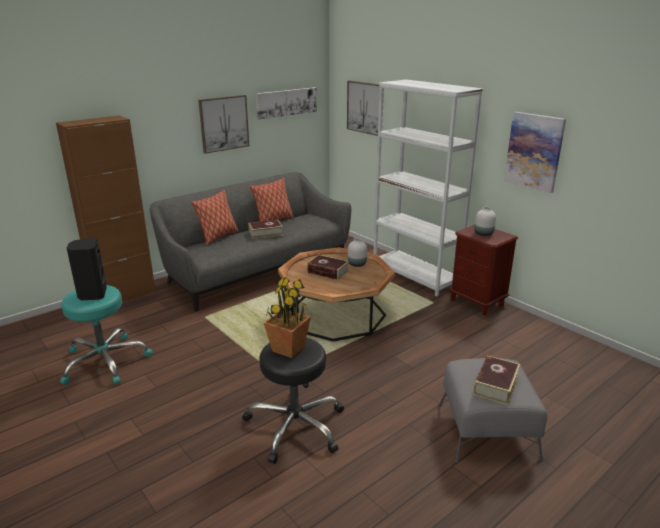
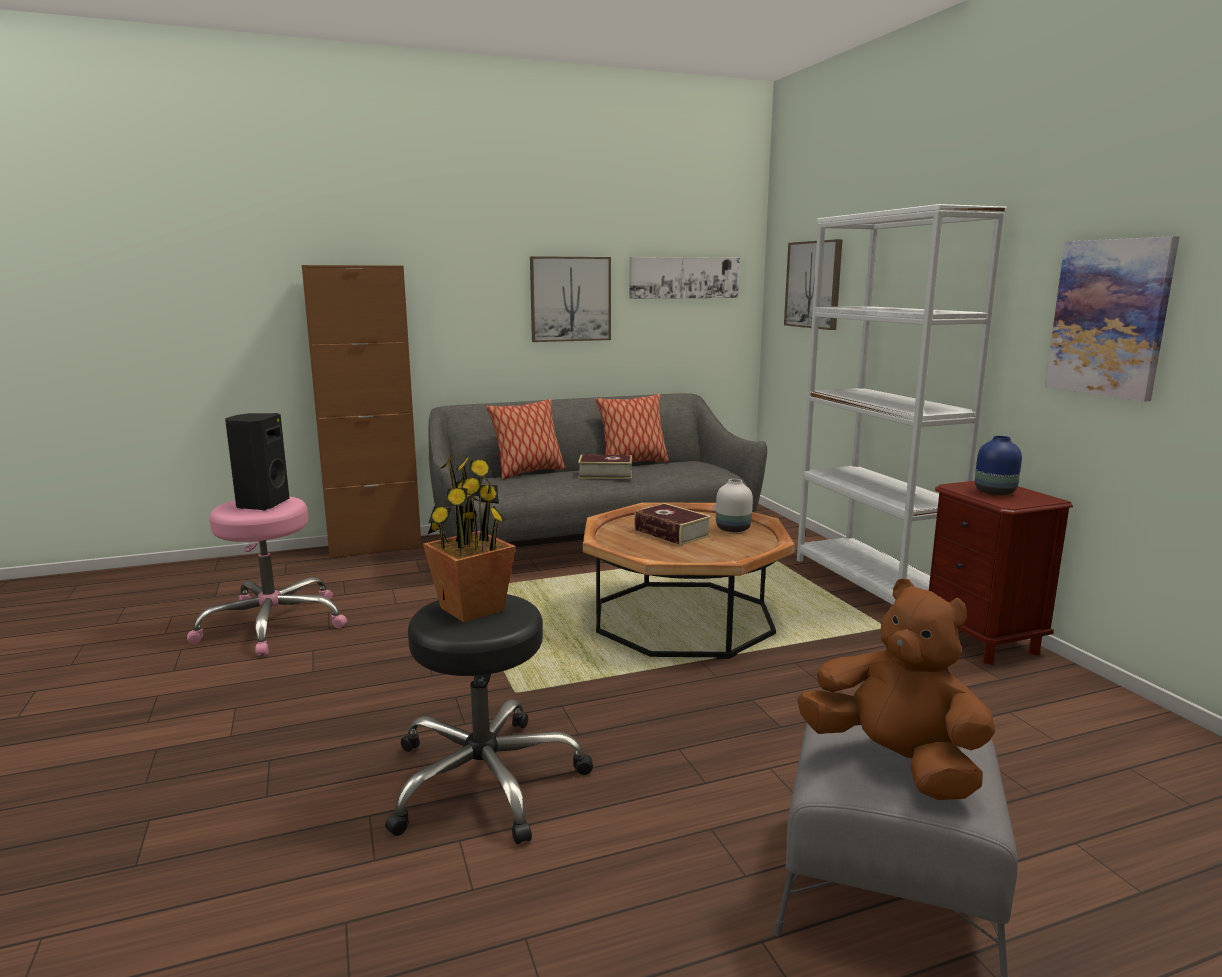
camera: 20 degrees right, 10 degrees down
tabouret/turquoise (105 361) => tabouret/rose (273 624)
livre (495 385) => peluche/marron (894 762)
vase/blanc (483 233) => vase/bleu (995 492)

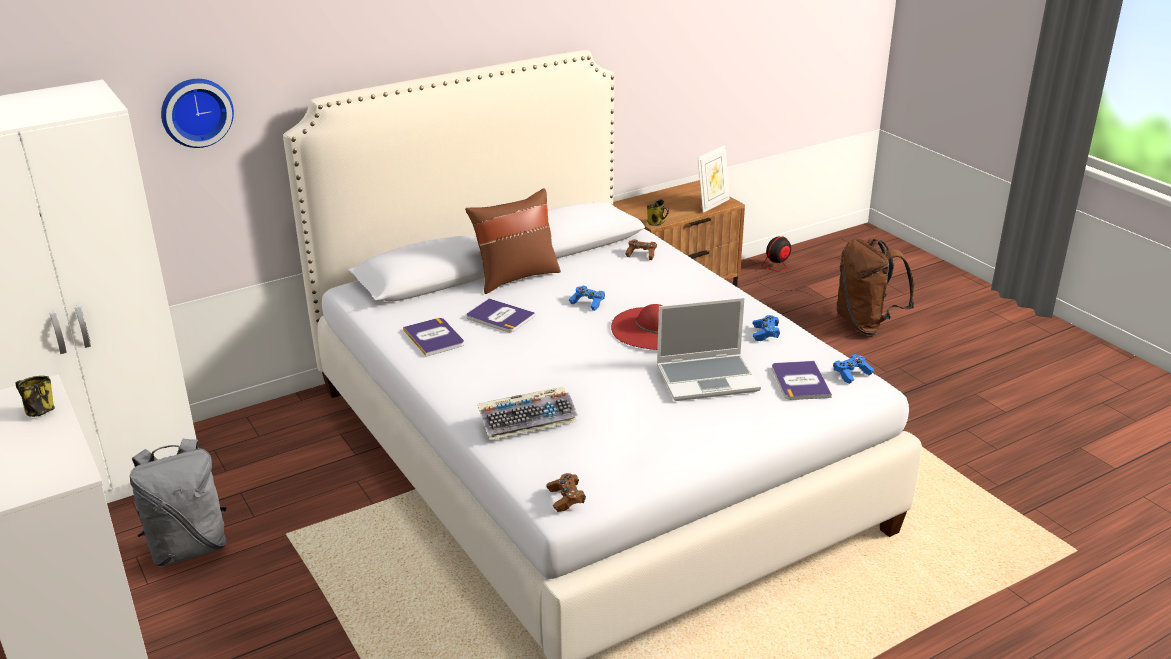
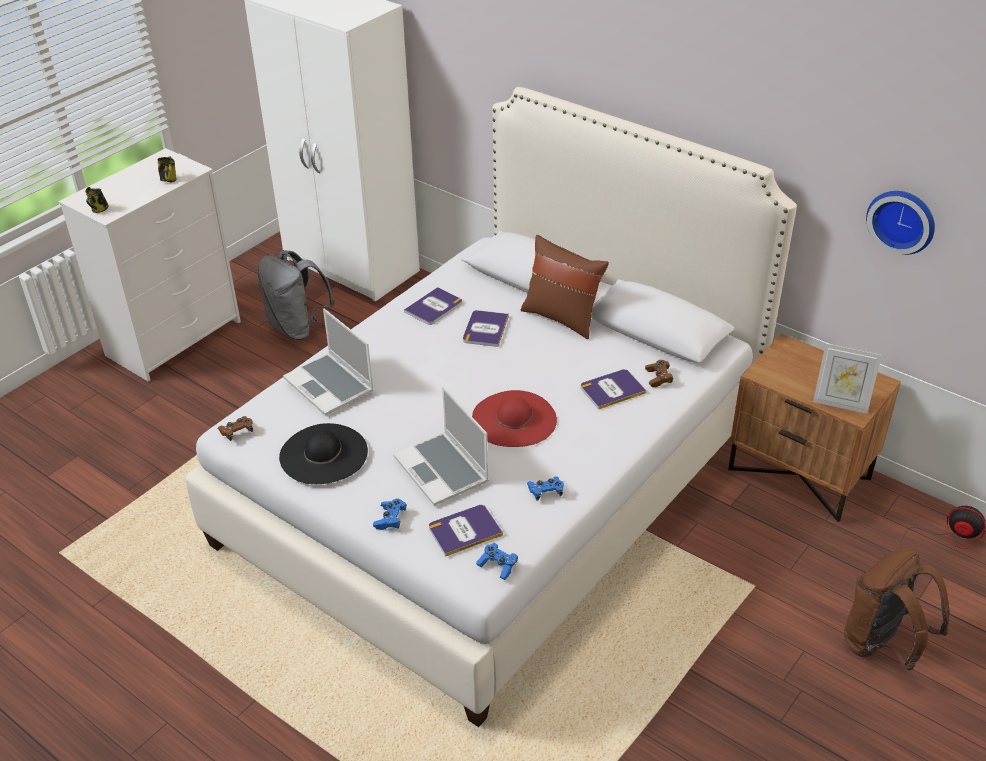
camera: 70 degrees right, 10 degrees up
mug (656 223) => mug (99 210), move
nothing => chapeau/noir (324 454)
clavier (528 419) => ordinateur portable (330 385)
manette/bleu (587 303) => manette/bleu (390 519), move
nothing => livre (612 389)
horloge murale (196 111) => horloge murale (902 220), move

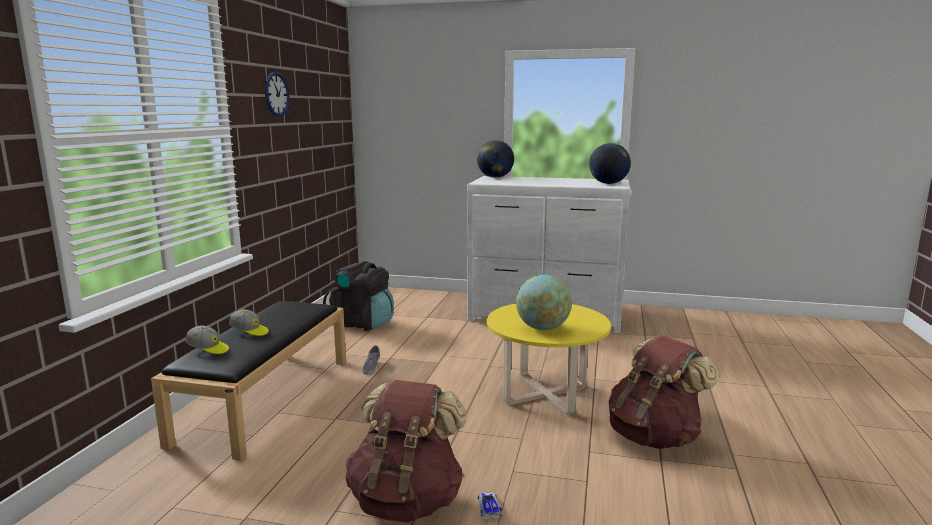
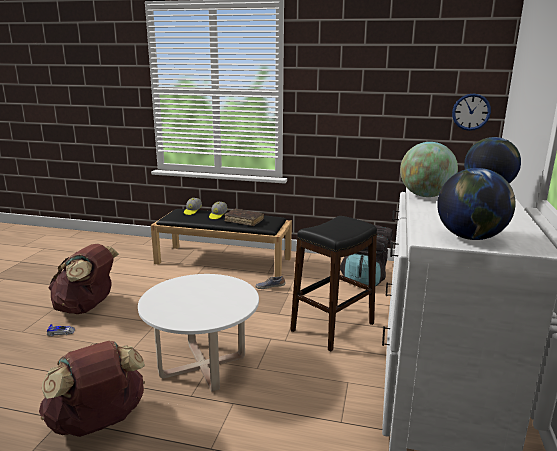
camera: 90 degrees right, 5 degrees up
table basse/jaune (545 395) => table basse/blanc (202 366)
nothing => livre/marron (244 221)
nothing => tabouret/noir (332 327)
globe (542 328) => globe (425 196), move
horloge murale (276 94) => horloge murale (471 112), move

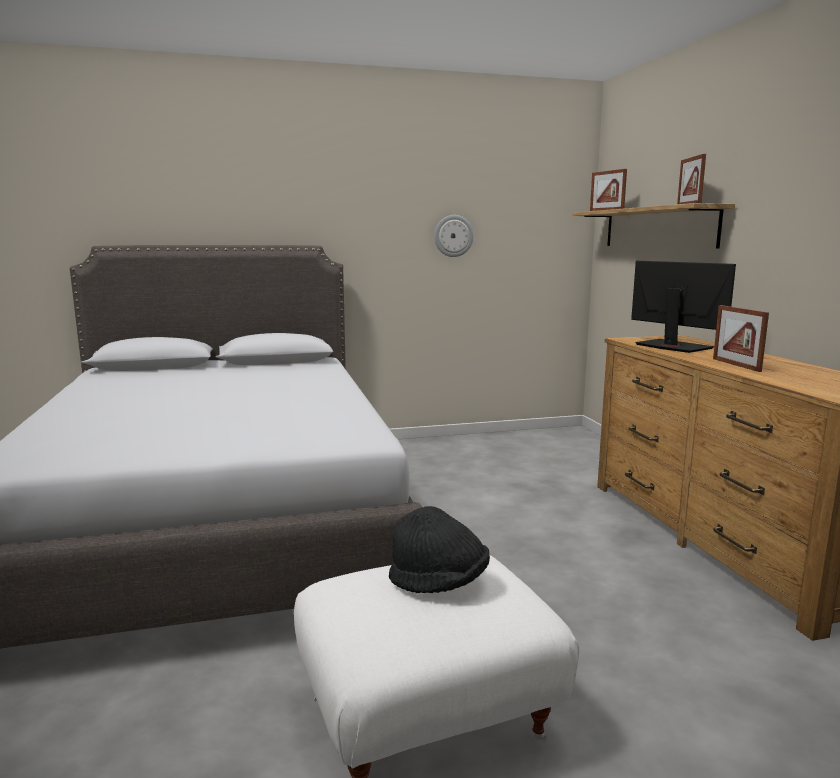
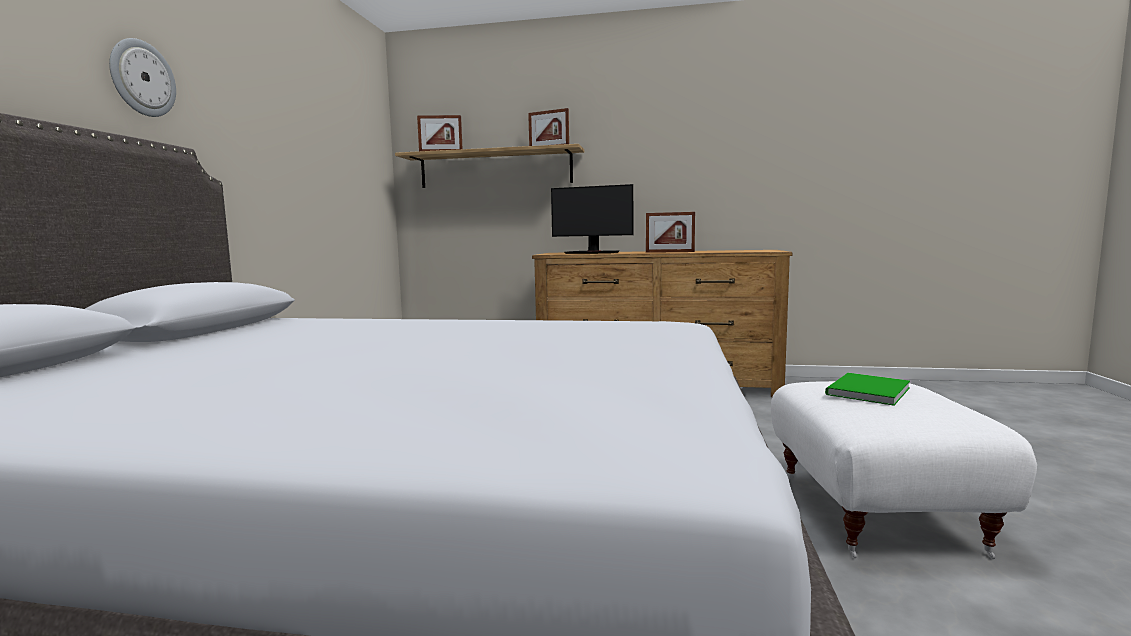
camera: 65 degrees left, 5 degrees down
horloge murale (453 236) => horloge murale (142 78), move
écran d'ordinateur (672 346) => écran d'ordinateur (592 253), 150 degrees counterclockwise
chapeau/noir (439 583) => livre/vert (865 391)

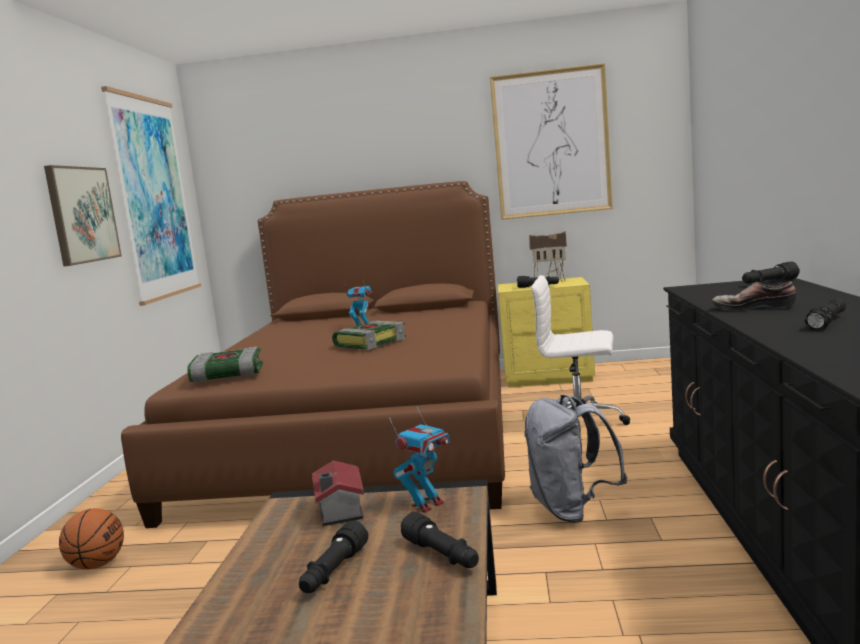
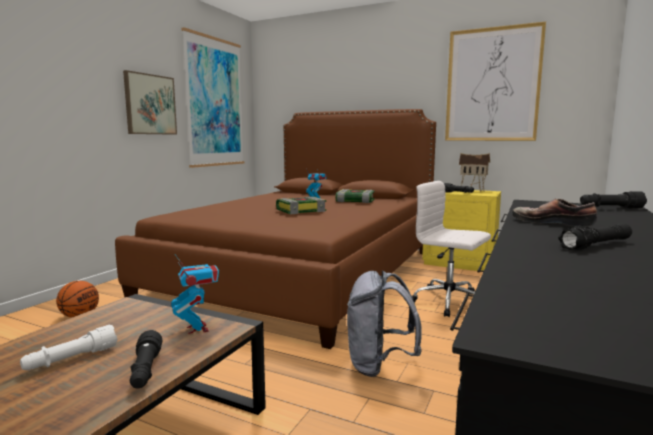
camera: 20 degrees right, 0 degrees up
lampe de poche/noir (333 572) => lampe de poche/blanc (71 359)
robot jouet (427 505) => robot jouet (197 328), 90 degrees counterclockwise
livre (226 375) => livre (354 201), move
maison miniature (338 511) => nothing

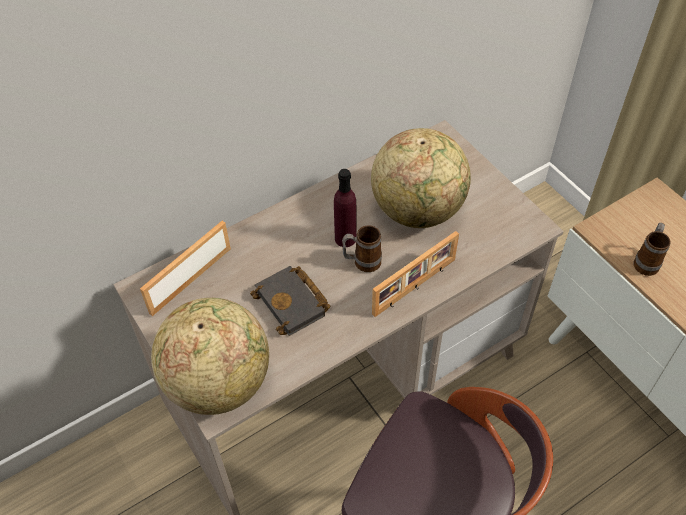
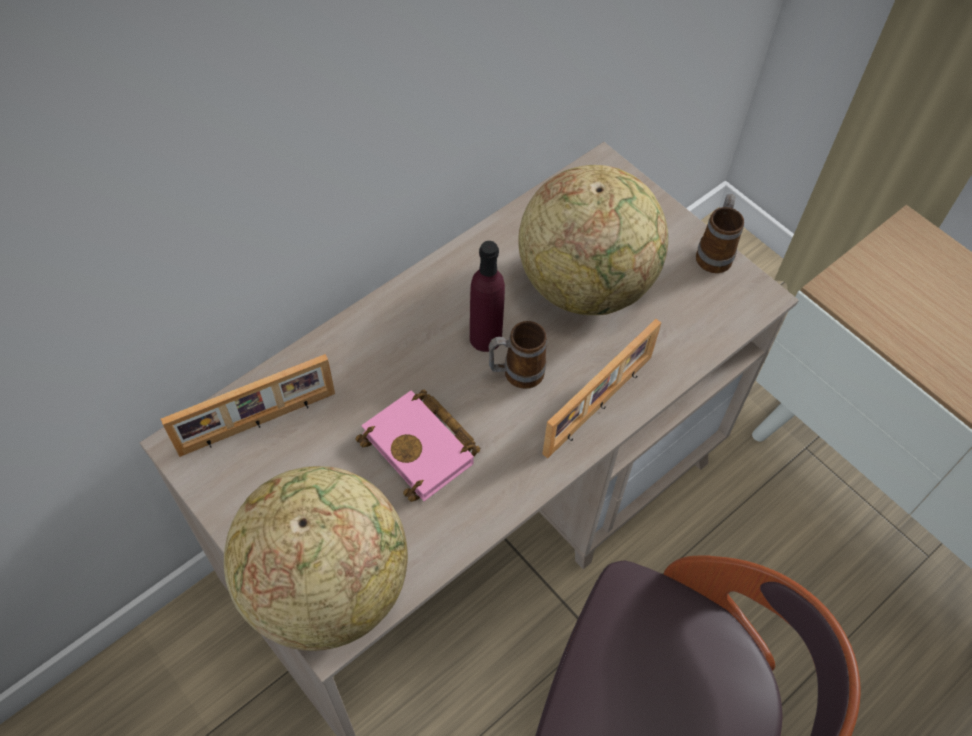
camera: 10 degrees left, 5 degrees up
cadre photo (189 279) => cadre photo (258 424), 150 degrees counterclockwise
livre/noir (294 304) => livre/rose (423 448)
mug (647 261) => mug (715 253), move

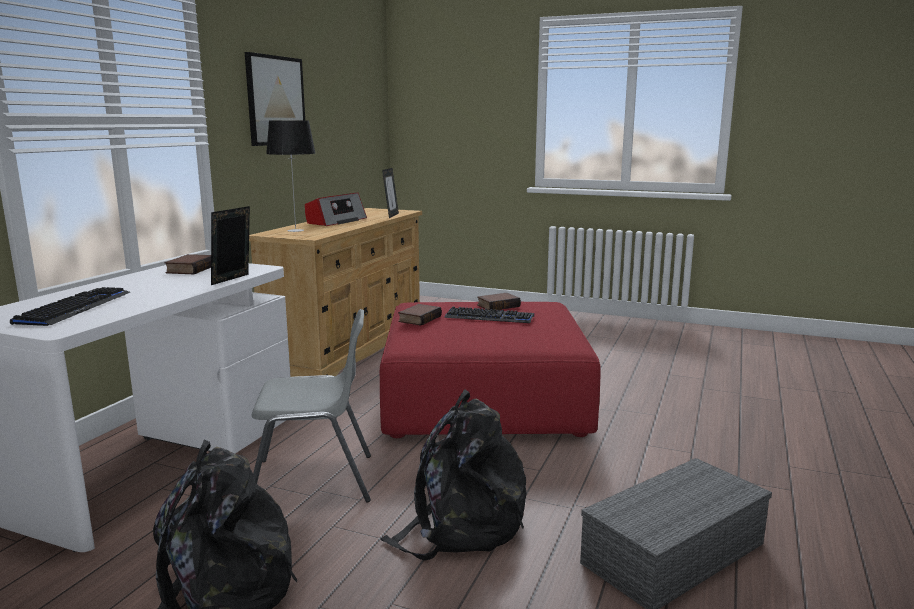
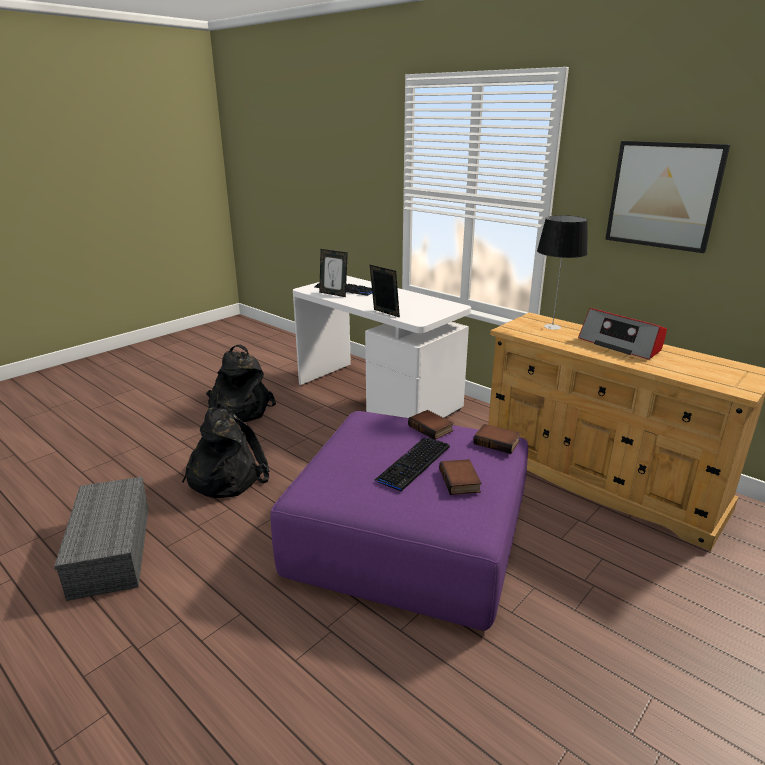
camera: 110 degrees right, 10 degrees up
pouf/rouge (484 398) => pouf/violet (411 536)
cadre photo (391 215) => cadre photo (333 294), move
livre (190 269) => livre (497 442), move
chaise/gris (315 481) => nothing

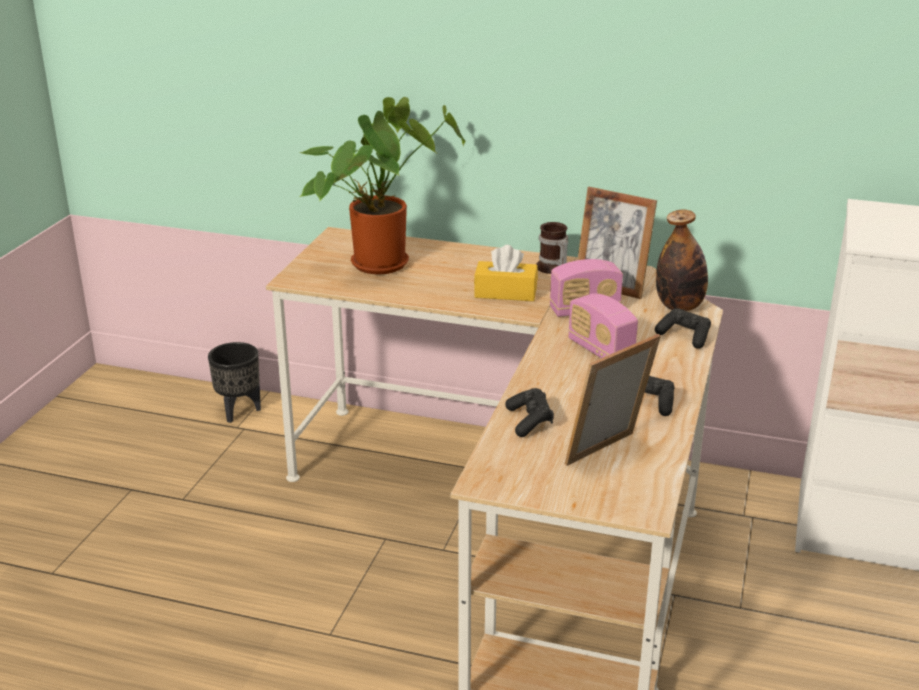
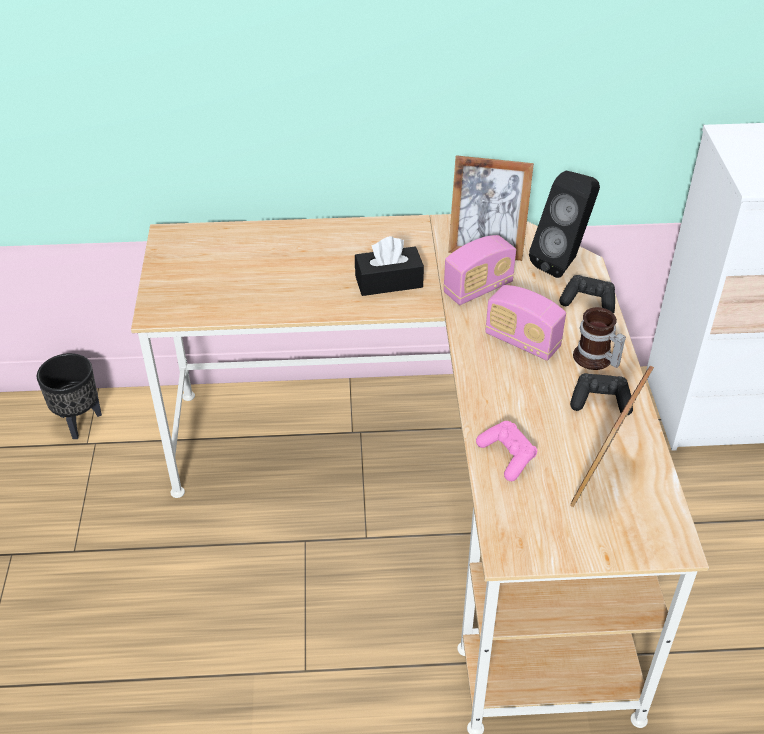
camera: 20 degrees left, 15 degrees up
boîte à mouchoirs/jaune (505 292) => boîte à mouchoirs/noir (389 281)
manette/noir (529 421) => manette/rose (507 456)
bouteille (679 307) => enceinte/noir (563 263)
mug (552 268) => mug (594 360), move
plante en pot (382 261) => nothing

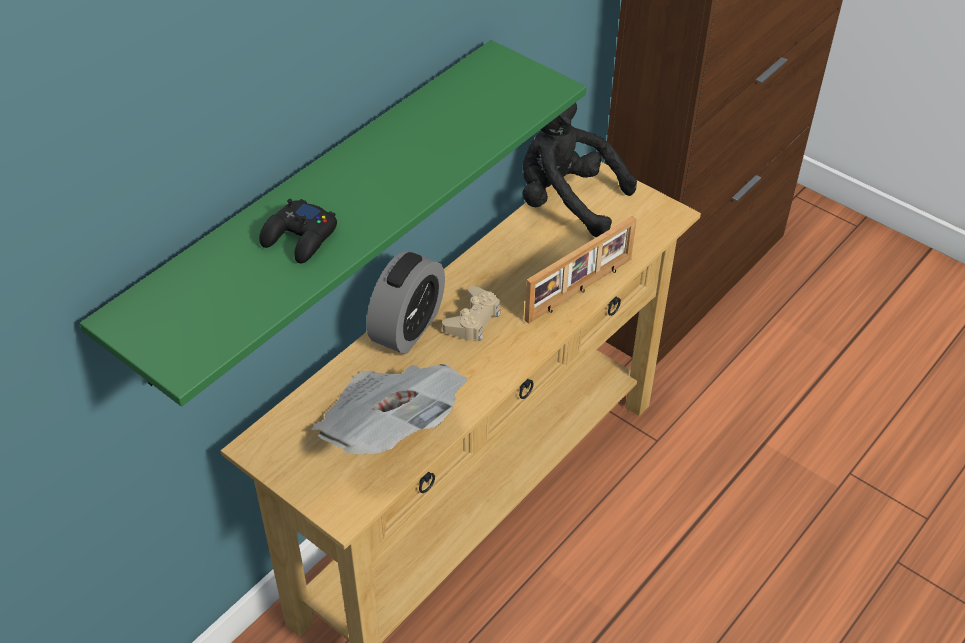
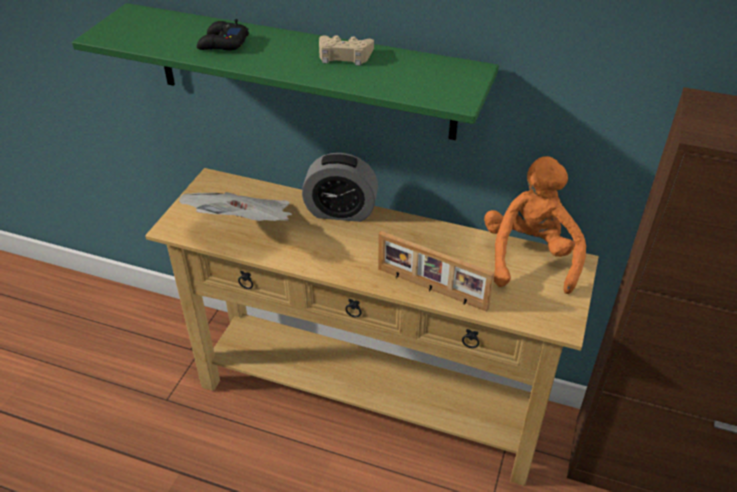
camera: 70 degrees right, 5 degrees down
manette/beige (473 319) => manette/beige (344 56), move
peluche/noir (566 201) => peluche/orange (529 257)

